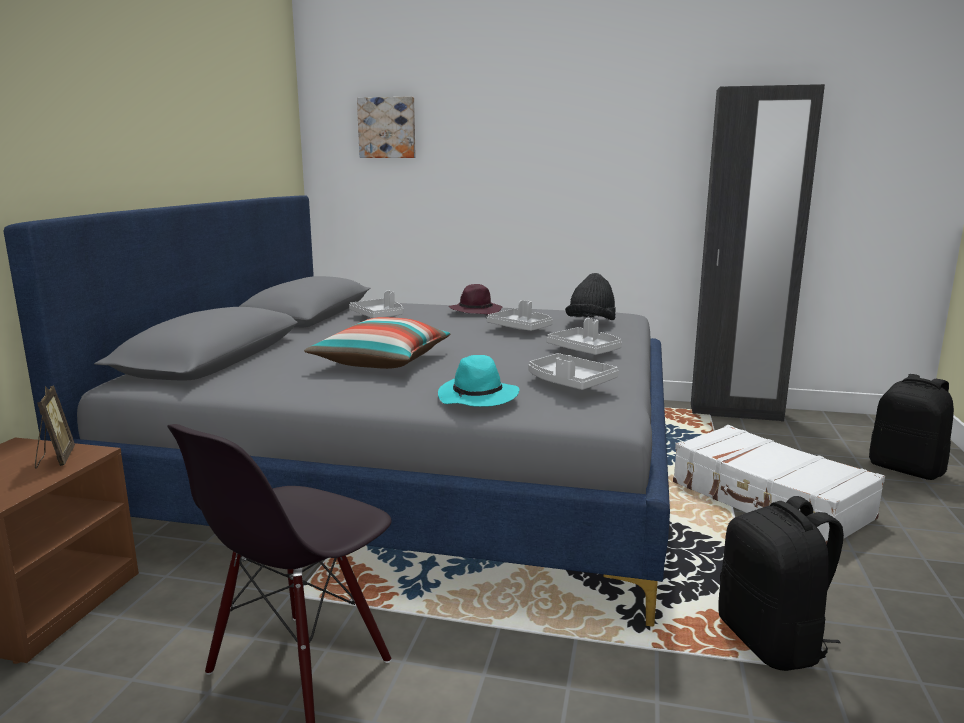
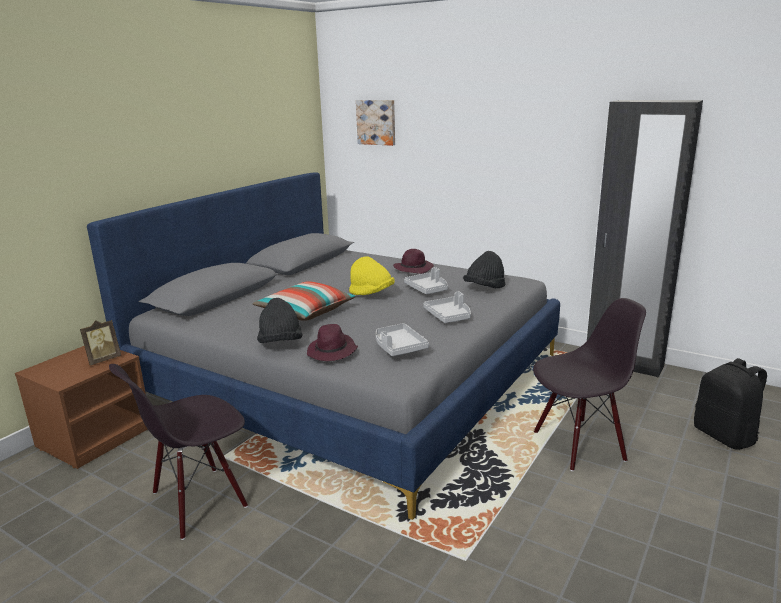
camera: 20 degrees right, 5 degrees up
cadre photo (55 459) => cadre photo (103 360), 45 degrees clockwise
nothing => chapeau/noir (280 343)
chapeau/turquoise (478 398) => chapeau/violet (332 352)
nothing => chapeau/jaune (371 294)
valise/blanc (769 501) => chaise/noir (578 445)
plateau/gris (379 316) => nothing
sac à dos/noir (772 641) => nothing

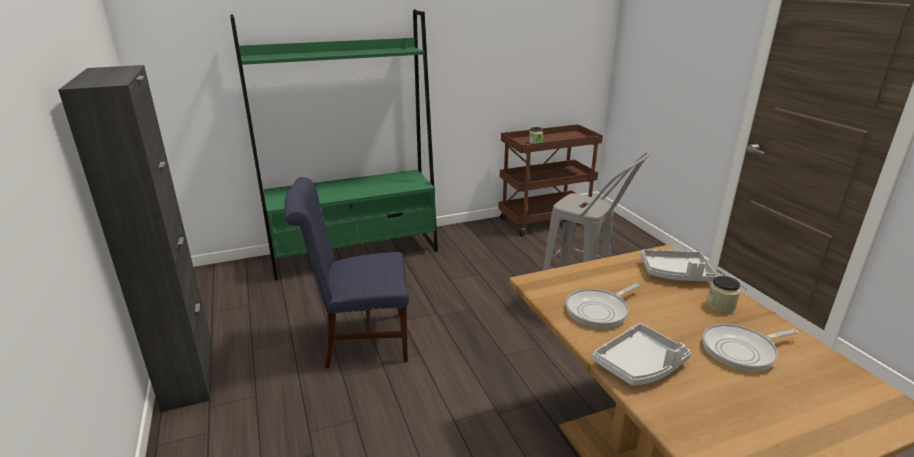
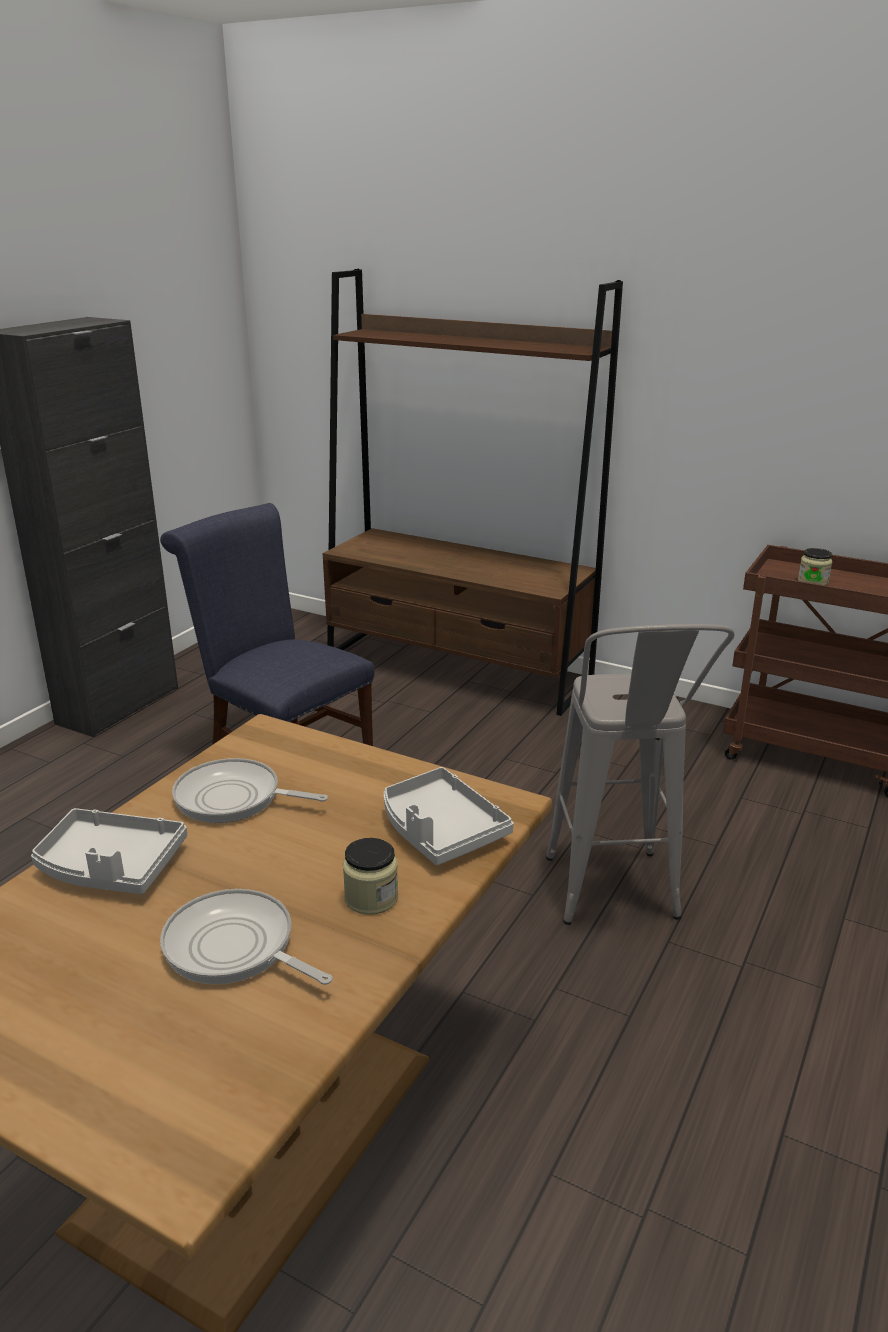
camera: 50 degrees right, 0 degrees up
bibliothèque/vert (355 253) => bibliothèque/marron (458 669)

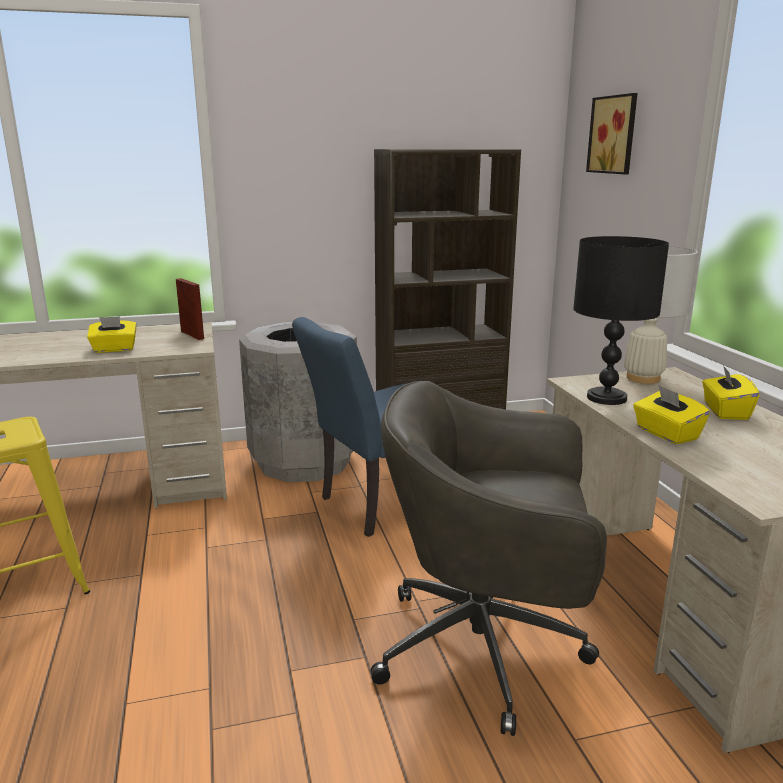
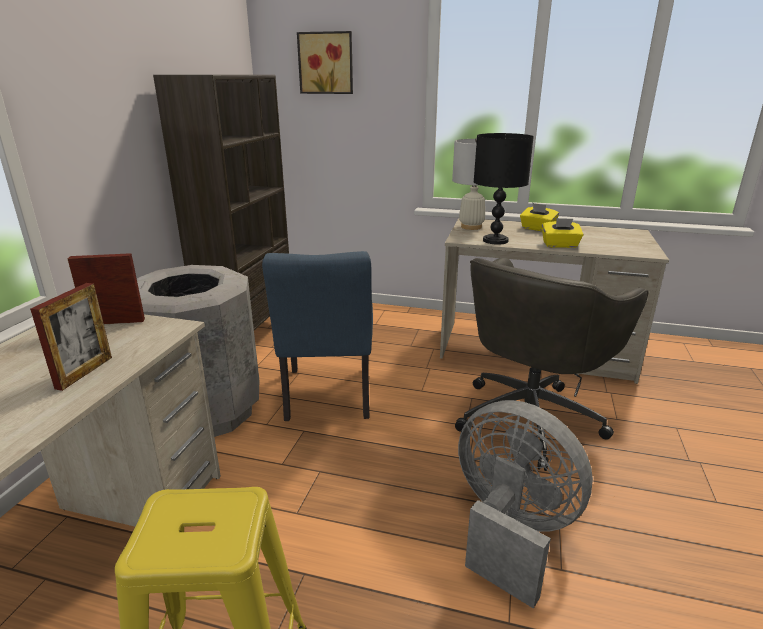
camera: 60 degrees left, 5 degrees up
boîte à mouchoirs/jaune (114 349) => cadre photo (84 372)
nothing => ventilateur/gris (510 530)

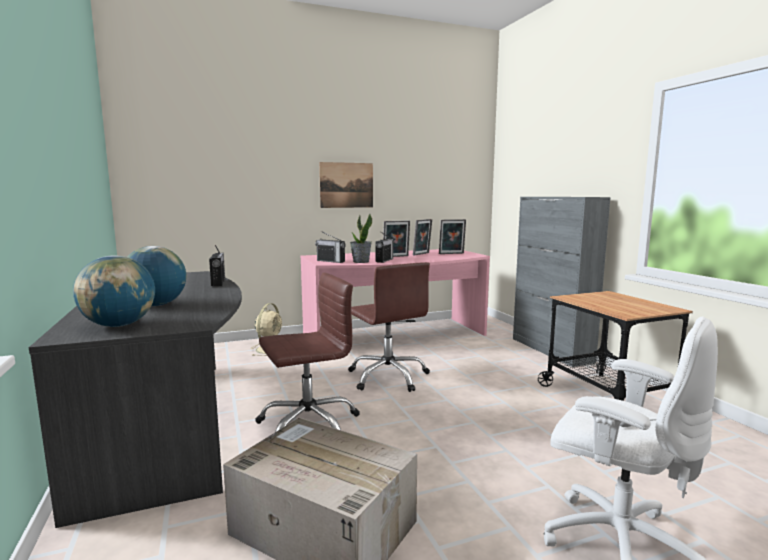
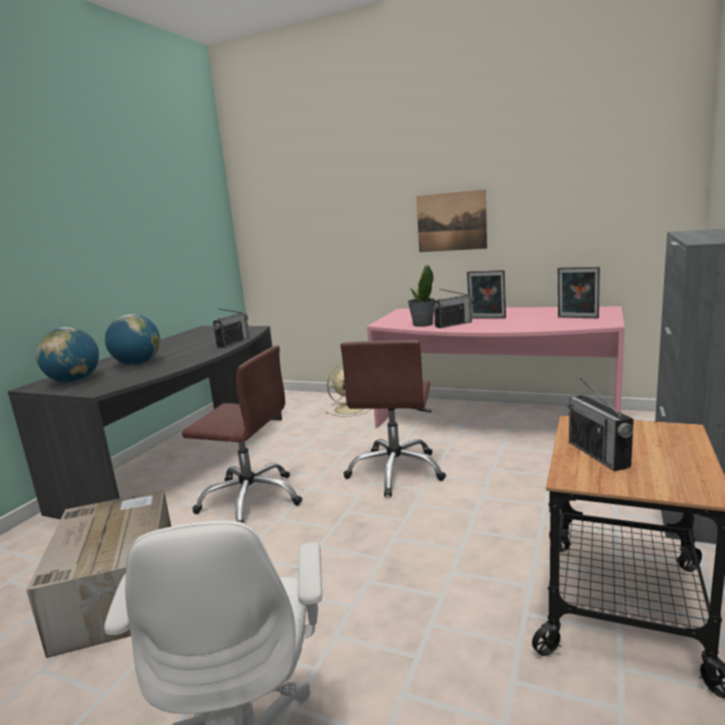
camera: 45 degrees right, 5 degrees up
radio (331 261) => radio (598 454), move
cadre photo (422 254) => nothing

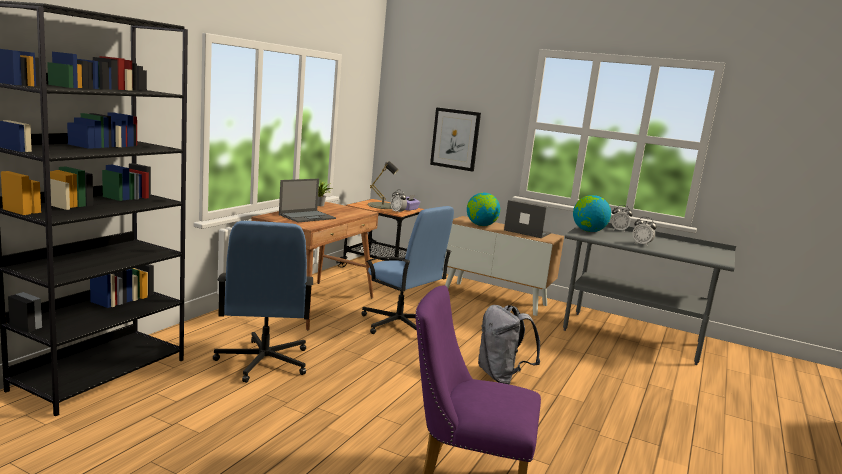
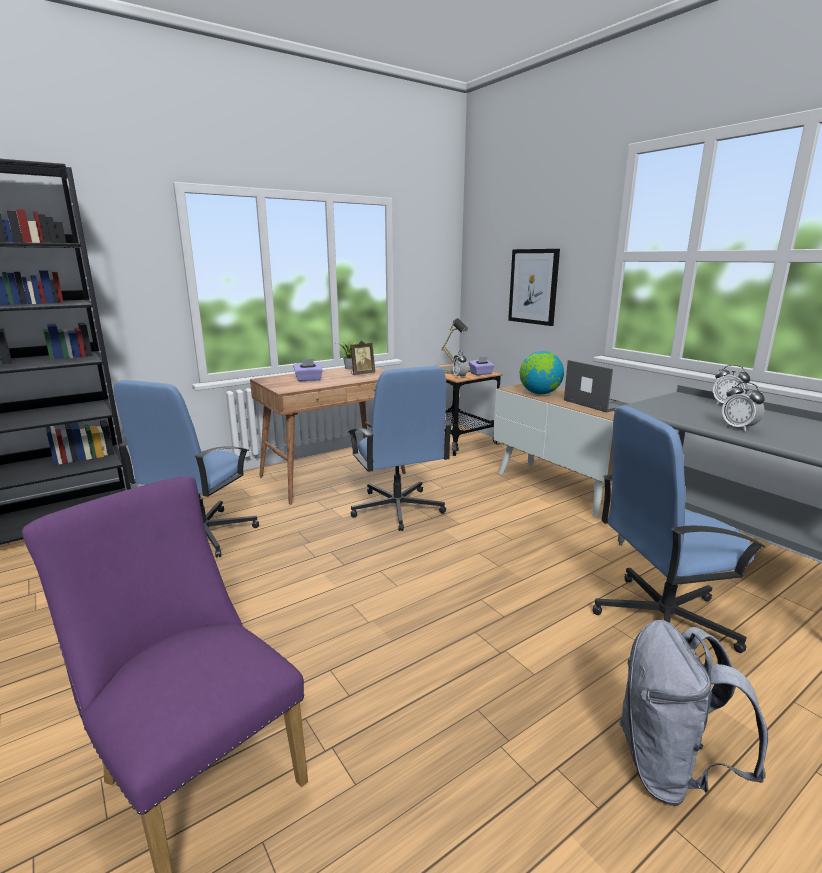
camera: 30 degrees right, 5 degrees up
ordinateur portable (307 216) => boîte à mouchoirs/violet (308 379)
nothing => cadre photo (362 374)
nothing => chaise de bureau/bleu (661 618)
sac à dos/gris (501 377) => sac à dos/gris (670 769), move
globe (588 231) => nothing

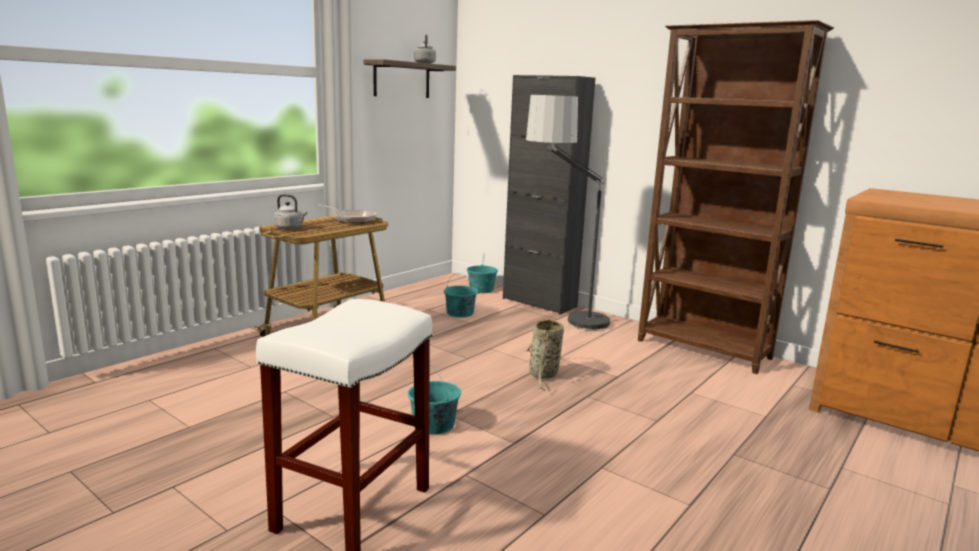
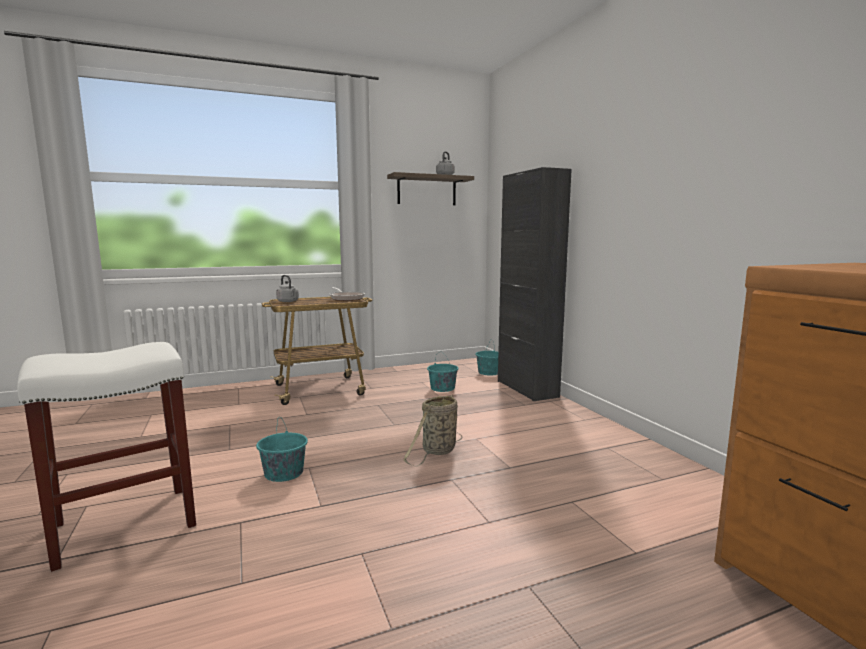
camera: 30 degrees right, 5 degrees down
lampadaire (566 331) => nothing
bibliothèque/marron (704 350) => nothing

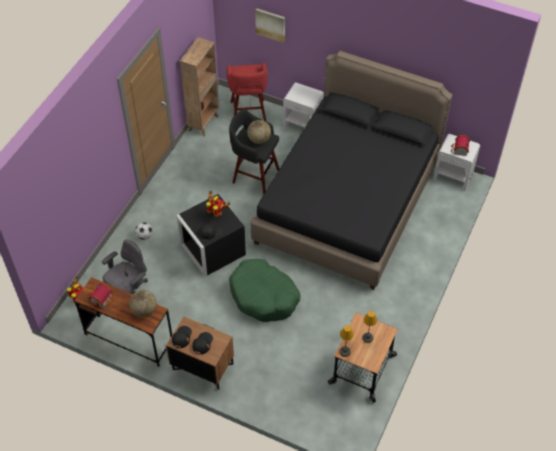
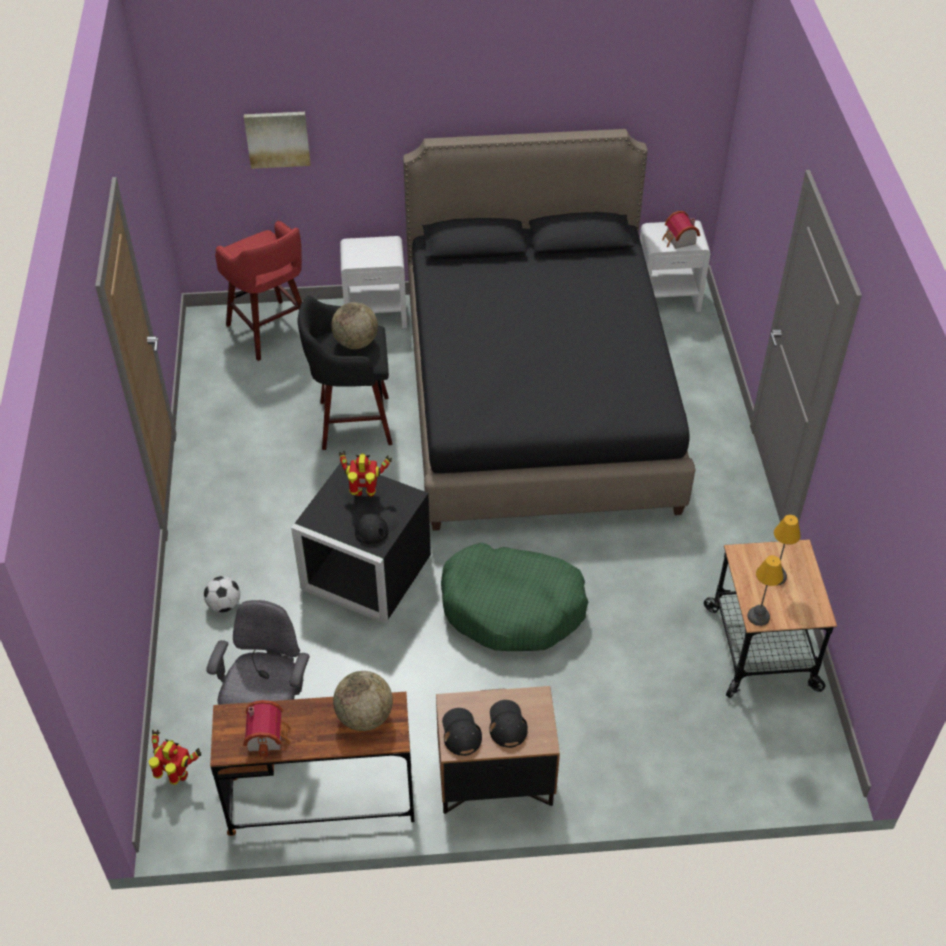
camera: 30 degrees left, 5 degrees down
bibliothèque/marron (204 123) => nothing

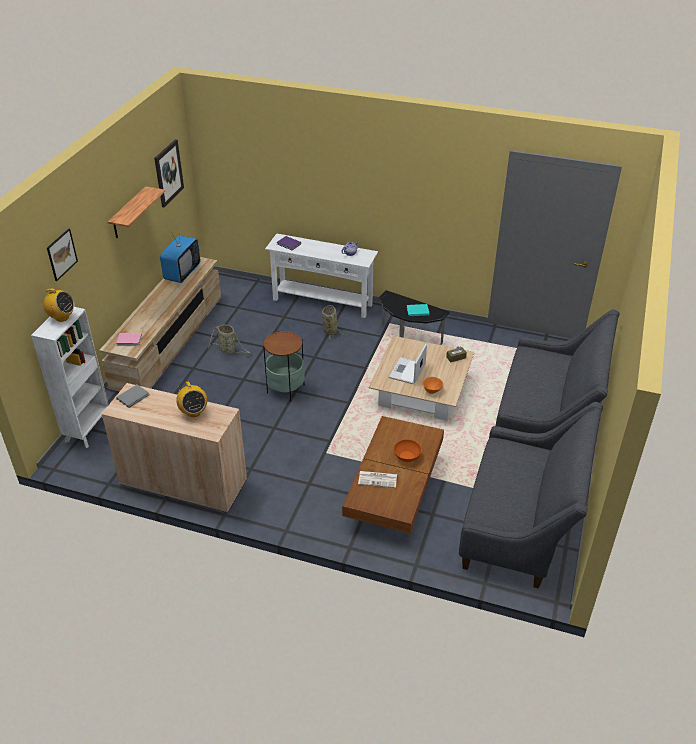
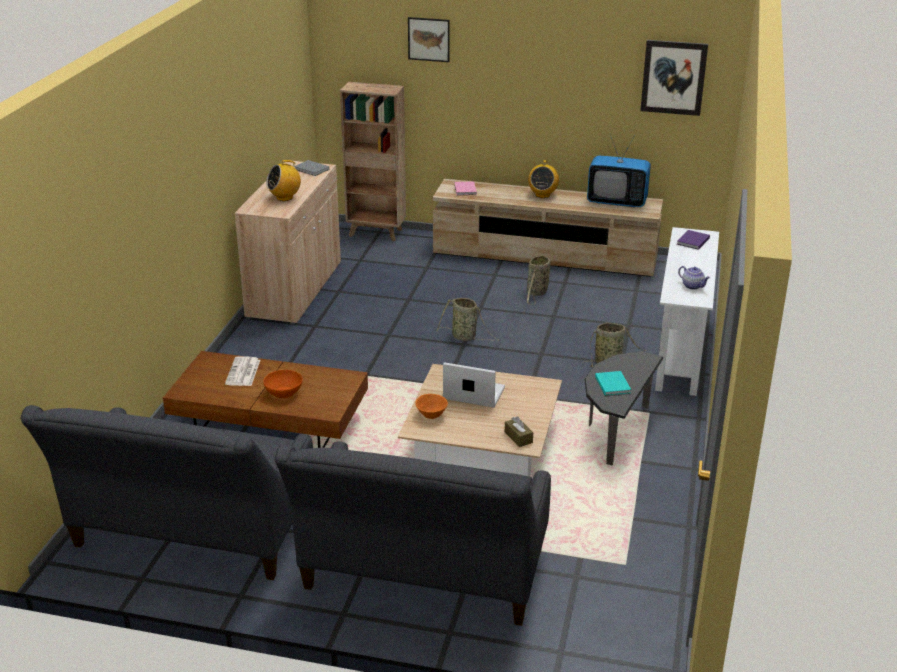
camera: 85 degrees right, 10 degrees down
bibliothèque/blanc (88 430) => bibliothèque/marron (376 233)
table d'appoint (285 389) => panier (465 337)
radio (61 317) => radio (542 195), move
étagère (128 213) => nothing

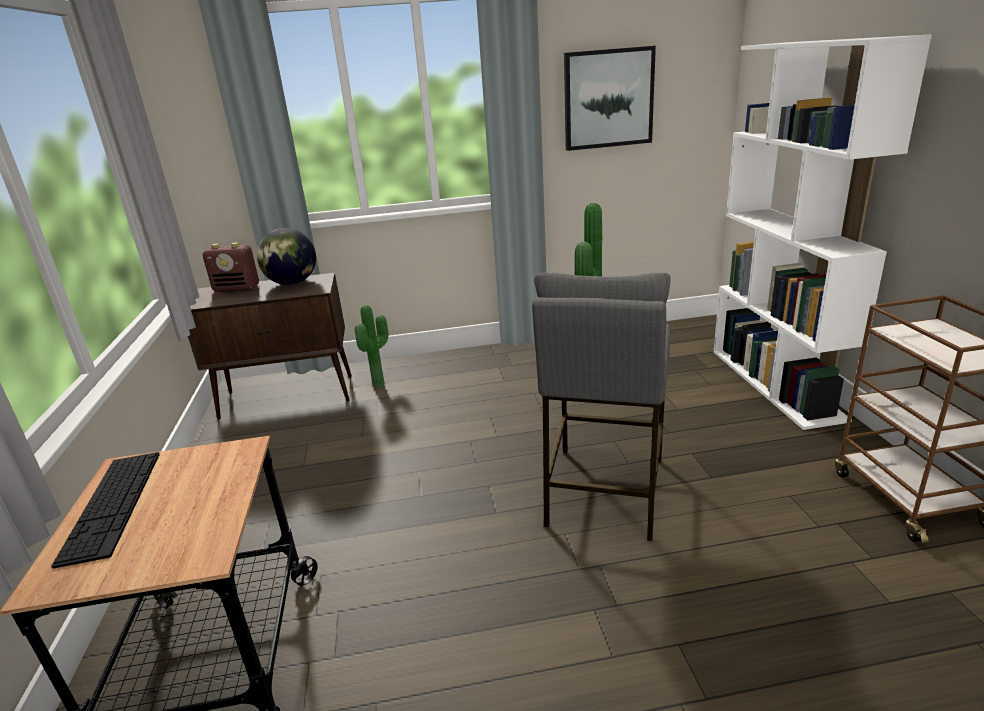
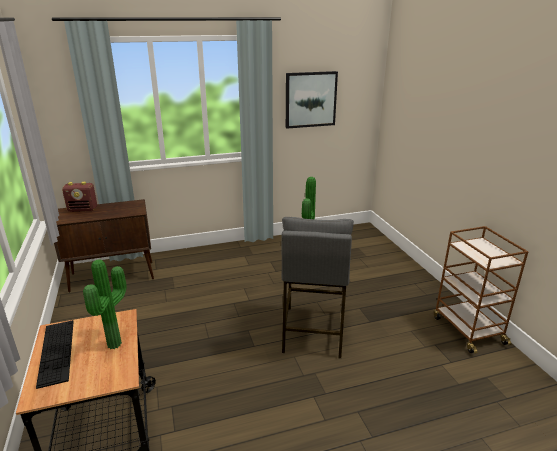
camera: 10 degrees left, 0 degrees up
plante en pot (381 385) => plante en pot (117 344), move
globe (292 283) => nothing
bibliothèque/blanc (776 383) => nothing

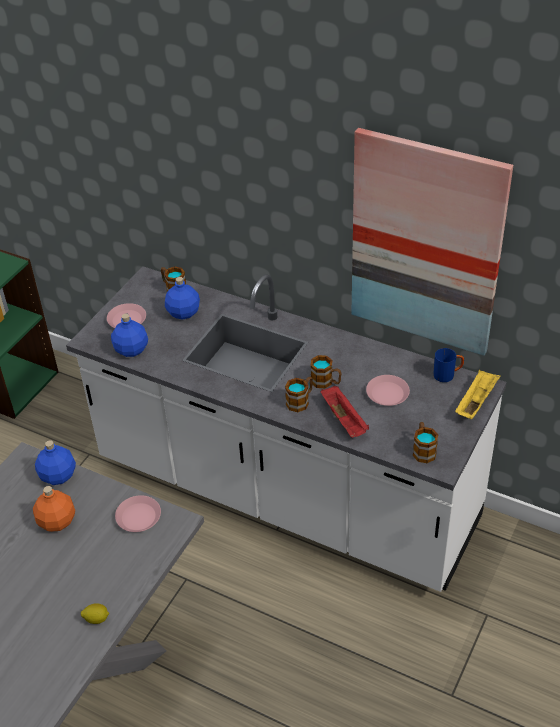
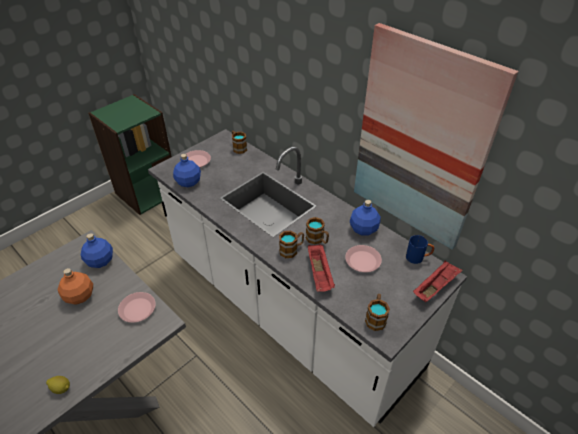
camera: 15 degrees right, 0 degrees up
bouteille/bleu (183 313) => bouteille/bleu (363 229), move
plateau/jaune (476 402) => plateau/rouge (435 287)

